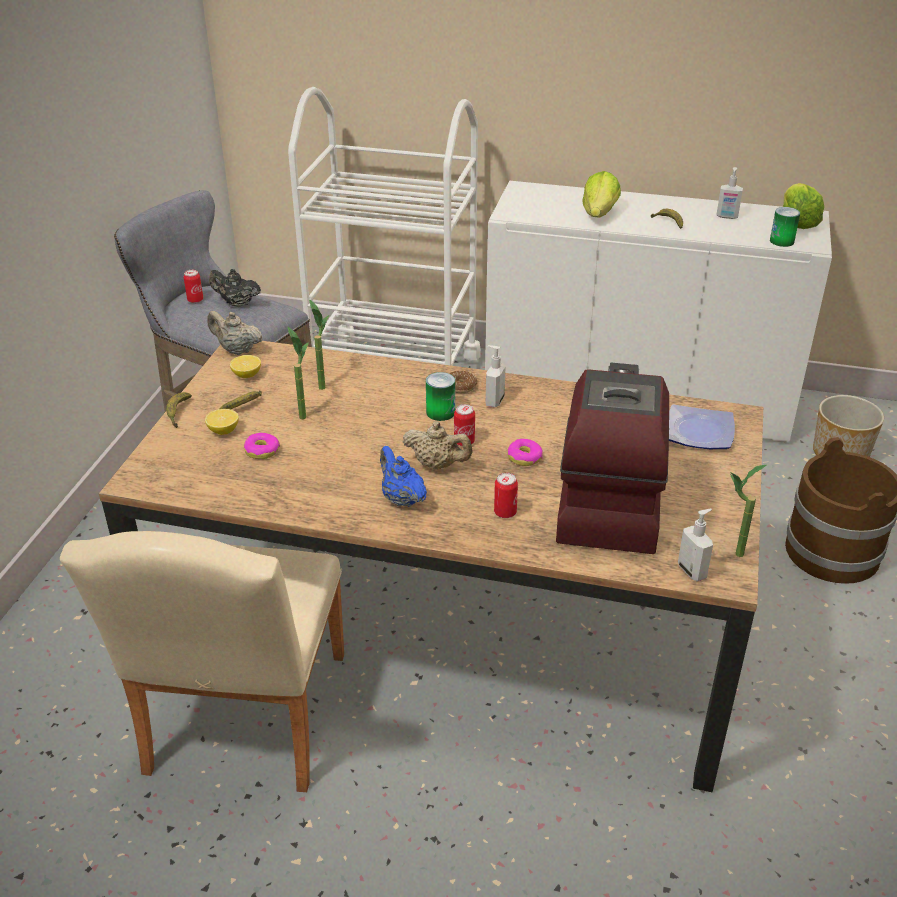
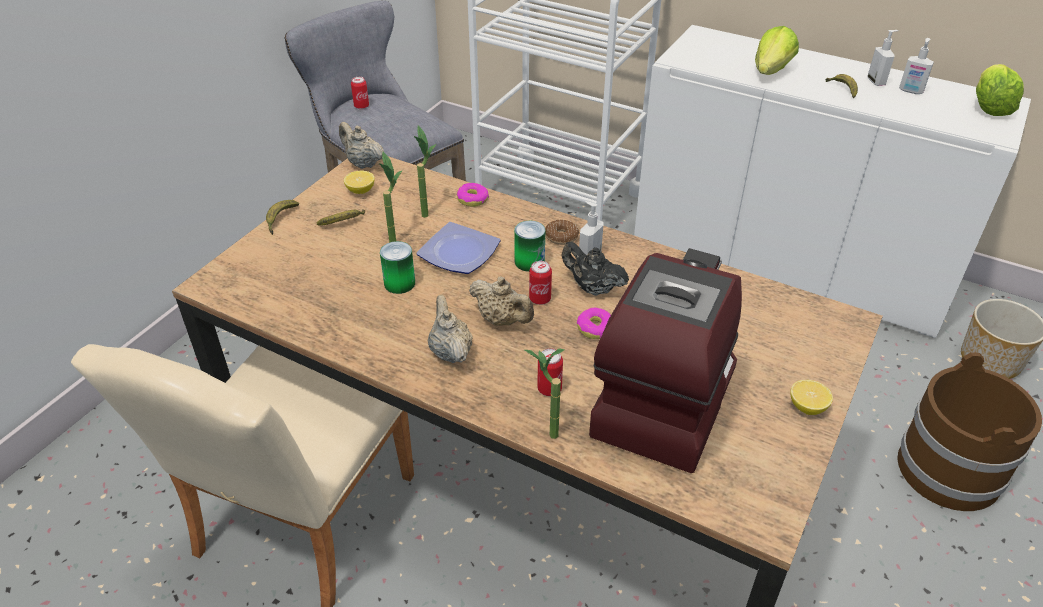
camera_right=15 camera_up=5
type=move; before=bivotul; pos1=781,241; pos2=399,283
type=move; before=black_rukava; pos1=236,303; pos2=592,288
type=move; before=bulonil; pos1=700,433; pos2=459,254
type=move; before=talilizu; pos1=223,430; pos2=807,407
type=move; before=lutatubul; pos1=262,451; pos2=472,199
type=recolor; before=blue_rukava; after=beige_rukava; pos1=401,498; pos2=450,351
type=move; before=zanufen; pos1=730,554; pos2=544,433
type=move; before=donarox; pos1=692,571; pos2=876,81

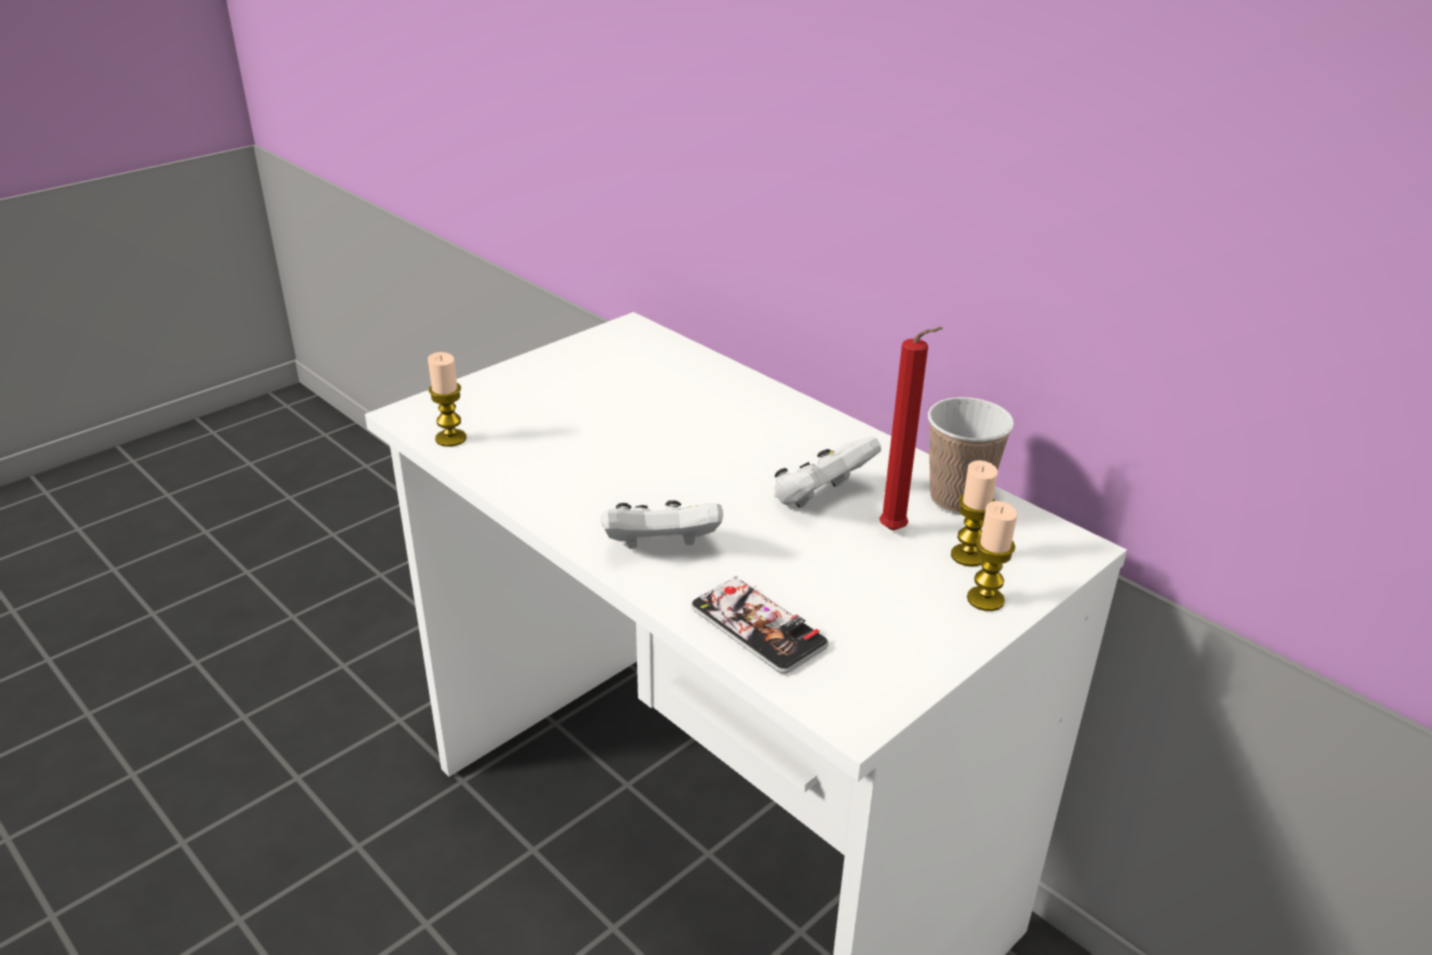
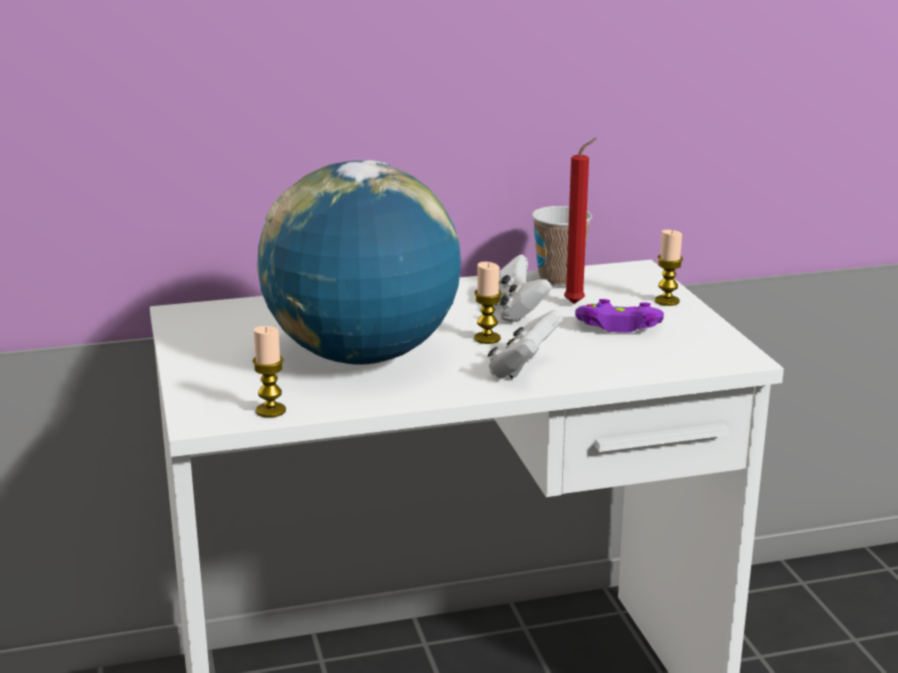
camera_right=-60 camera_up=-10
type=move; before=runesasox; pos1=968,556; pos2=487,338
type=delete; before=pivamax; pos1=758,627
type=insert; after=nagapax; pos2=362,357
type=insert; after=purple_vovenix; pos2=619,327

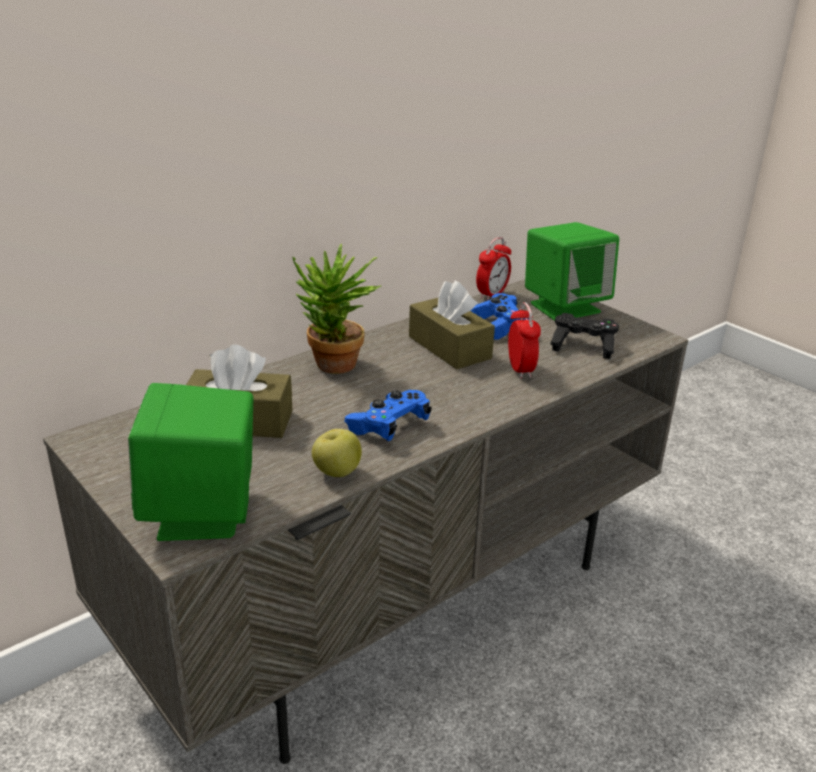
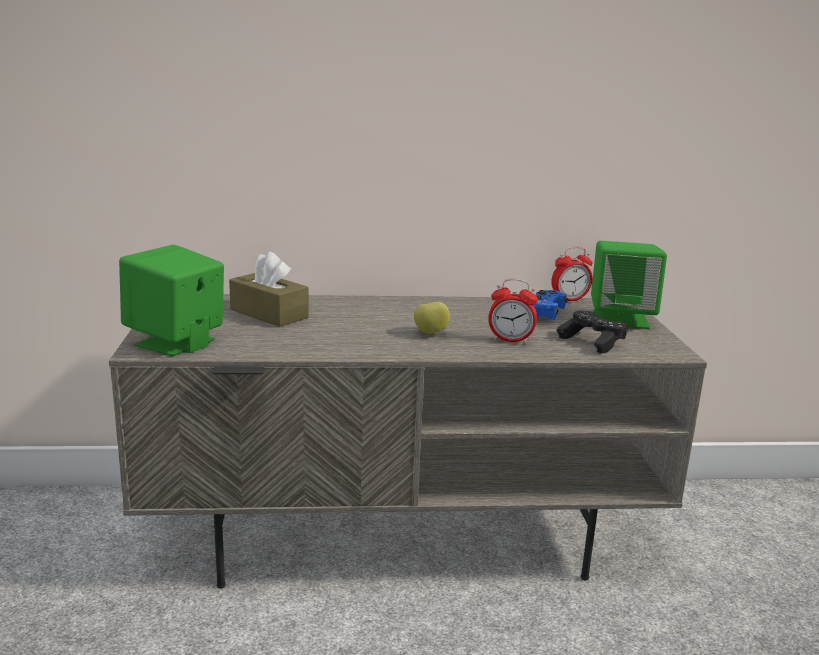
camera_right=35 camera_up=-10
type=delete; before=zanufen; pos1=334,368
type=delete; before=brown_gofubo; pos1=449,347
type=rotate; before=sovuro; pos1=520,370; pos2=510,340; turn=75
type=delete; before=blue_vovenix; pos1=389,426
type=move; before=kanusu; pos1=336,472; pos2=430,333

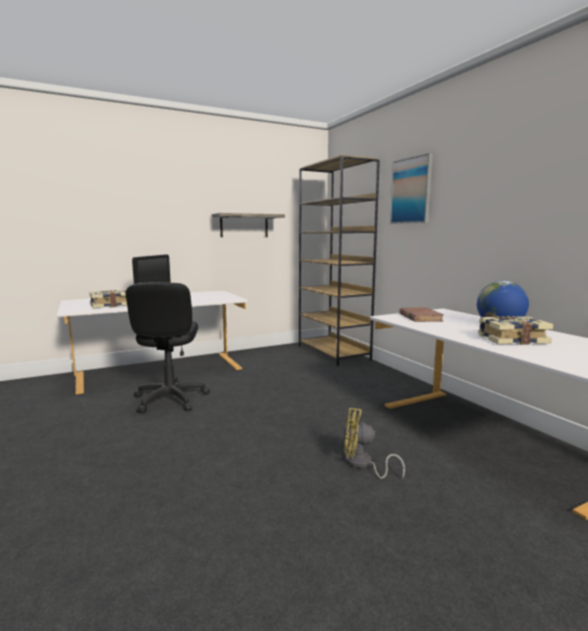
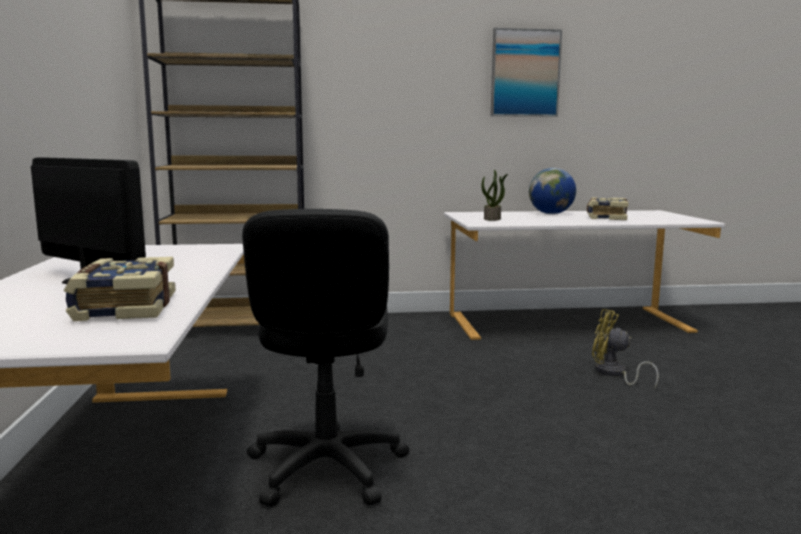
camera_right=-70 camera_up=0
type=move; before=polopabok; pos1=411,191; pos2=525,73
type=delete; before=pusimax; pos1=244,226
type=rotate; before=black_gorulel; pos1=170,399; pos2=326,468; turn=75
type=replace; before=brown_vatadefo; after=zanufen; pos1=420,317; pos2=492,219
type=rotate; before=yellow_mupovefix; pos1=362,464; pos2=614,374; turn=90

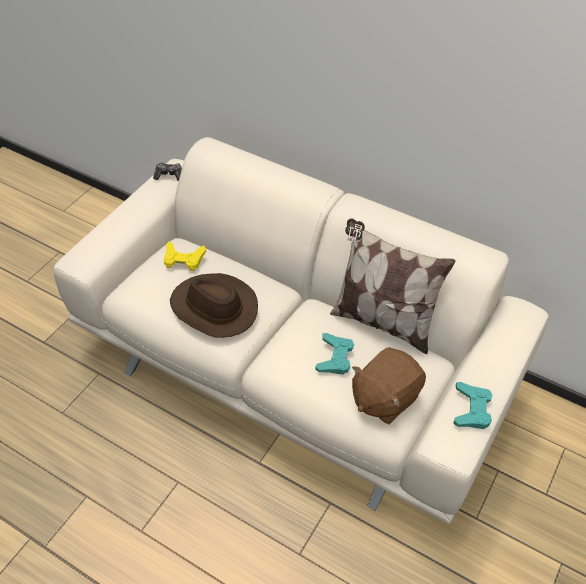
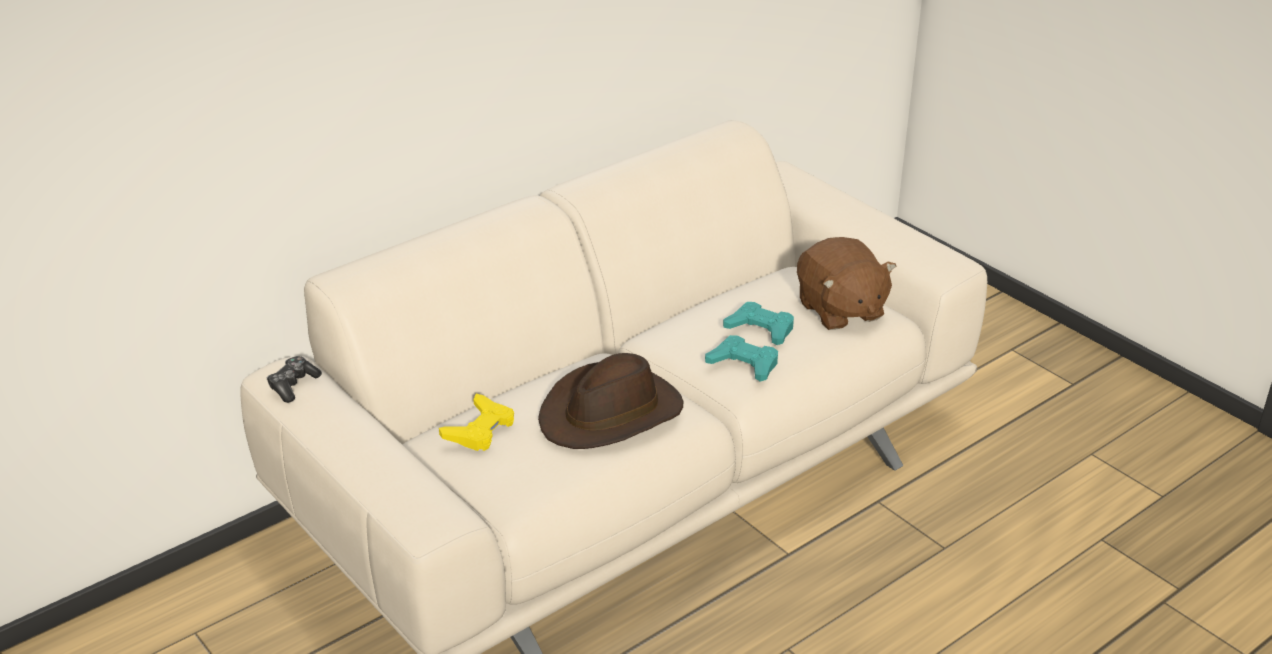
camera_right=-70 camera_up=-15
type=delete; before=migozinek; pos1=382,321
type=move; before=turquoise_vovenix; pos1=472,409; pos2=744,364

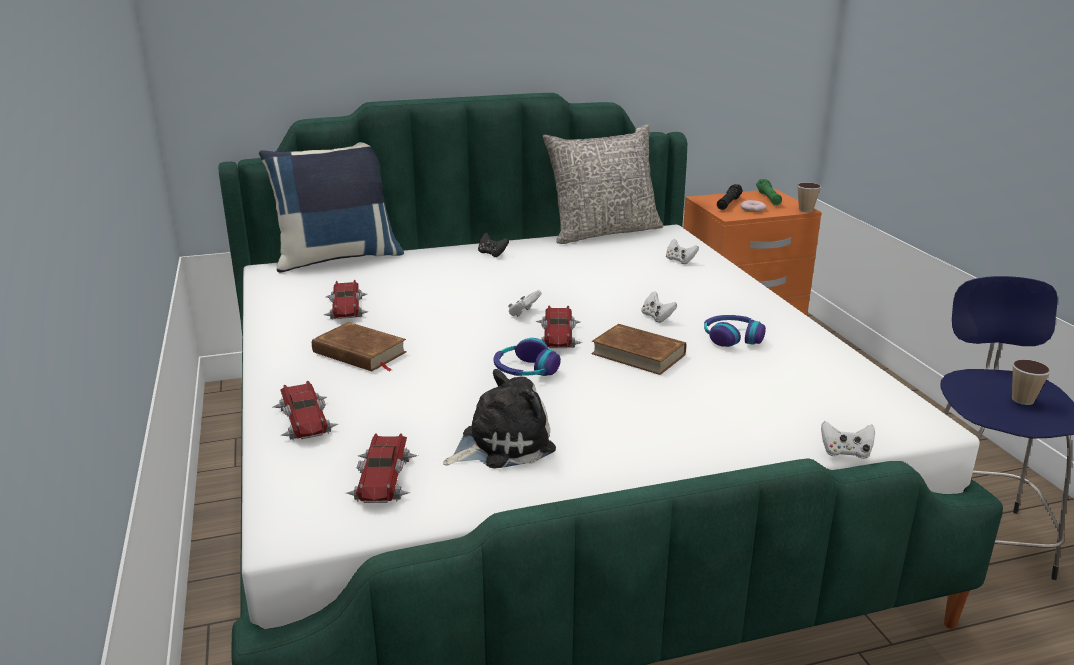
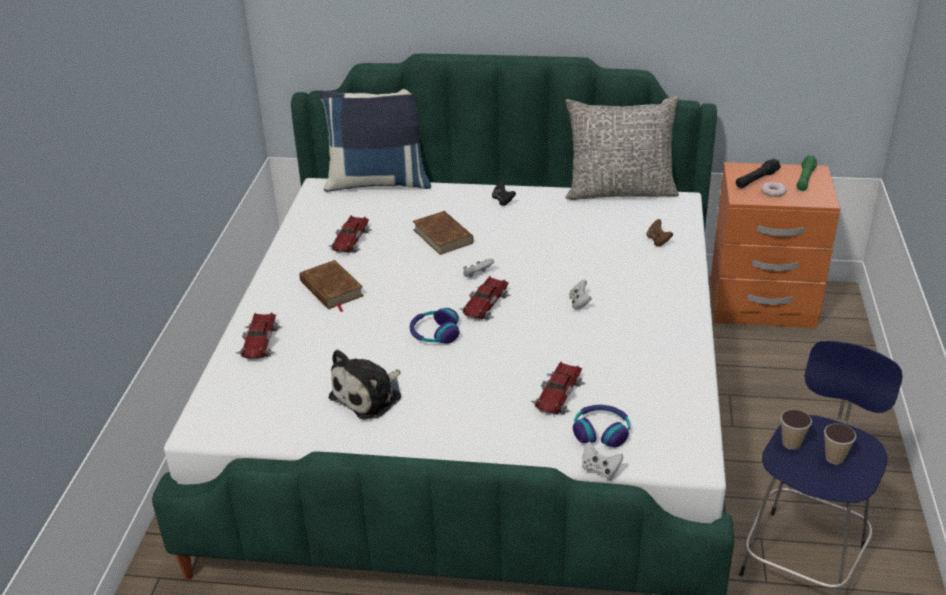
camera_right=25 camera_up=10
type=move; before=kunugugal; pos1=806,210; pos2=791,443
type=recolor; before=white_vovenix; after=brown_vovenix; pos1=680,260; pos2=658,241
type=move; before=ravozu; pos1=732,338; pos2=601,432
type=move; before=brown_vatadefo; pos1=638,354; pos2=443,236
type=rotate; before=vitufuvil; pos1=501,444; pos2=369,396; turn=135
type=move; before=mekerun; pos1=384,478; pos2=559,395

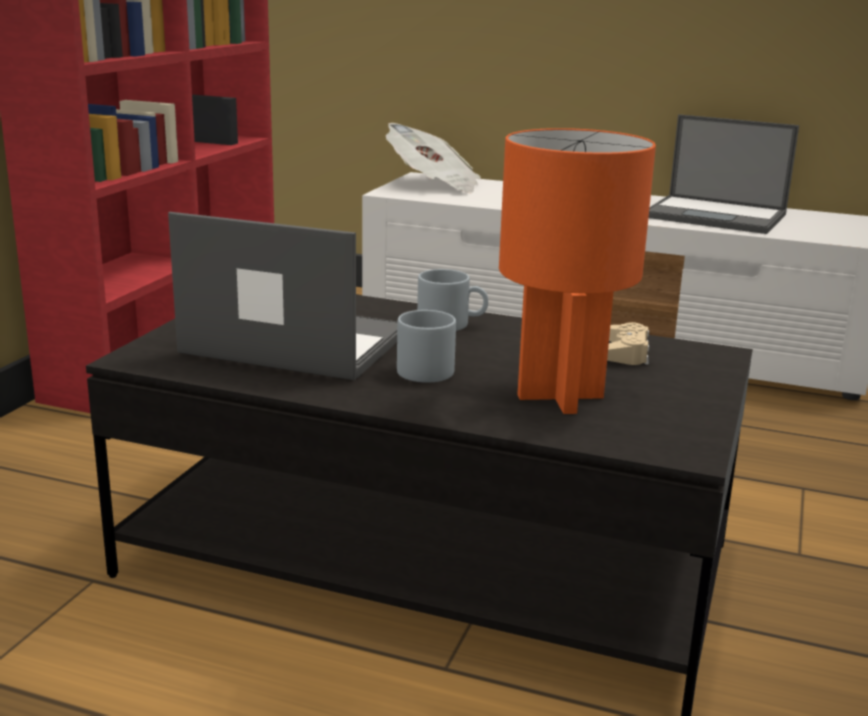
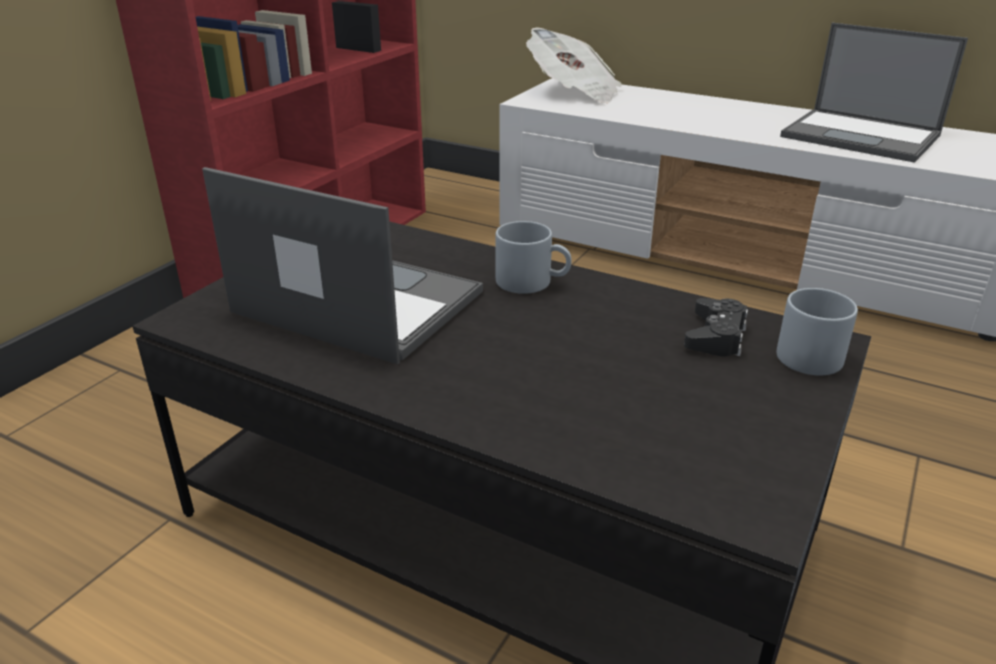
camera_right=10 camera_up=10
type=delete; before=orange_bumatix; pos1=558,396
type=move; before=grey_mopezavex; pos1=428,368; pos2=811,352
type=recolor; before=beige_vovenix; after=black_vovenix; pos1=624,353; pos2=715,336

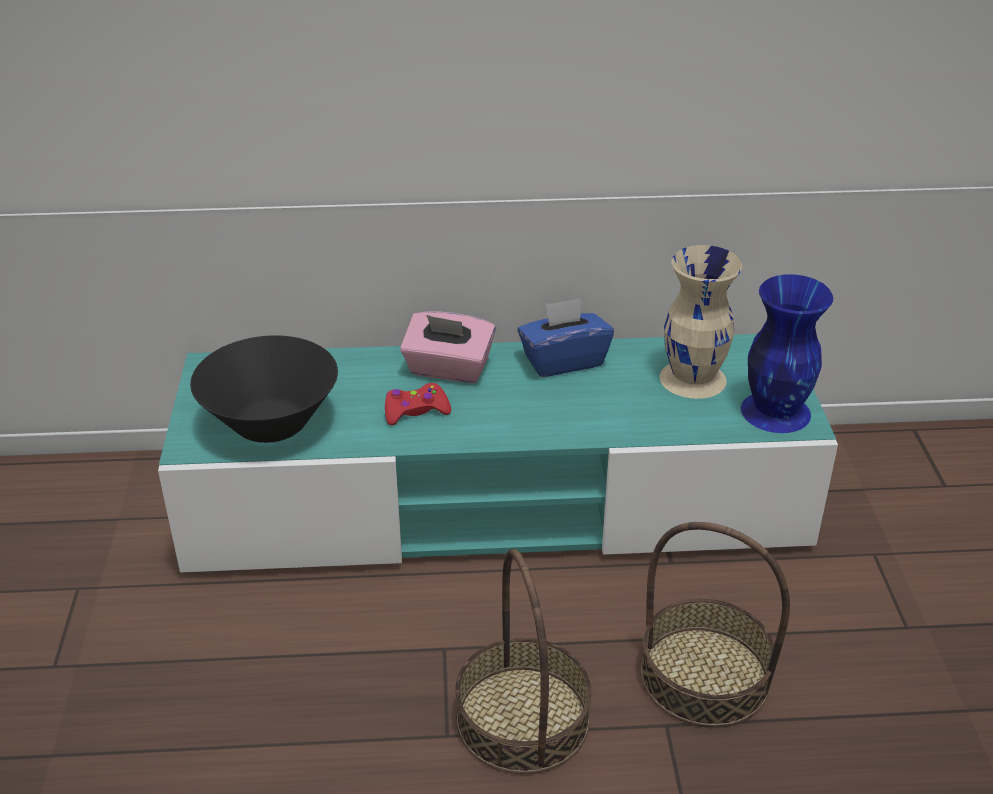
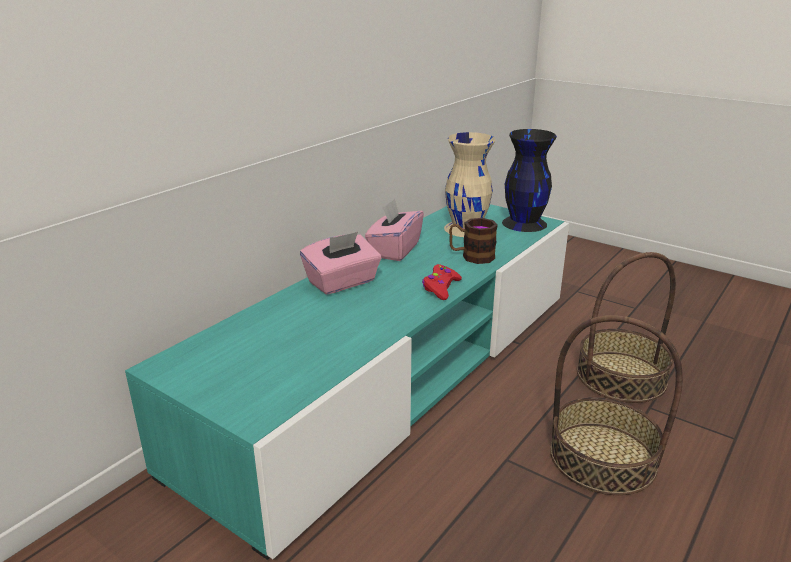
camera_right=-50 camera_up=-10
type=recolor; before=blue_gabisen; after=black_gabisen; pos1=775,410; pos2=523,223
type=recolor; before=blue_gofubo; after=pink_gofubo; pos1=563,361; pos2=394,250
type=delete; before=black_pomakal; pos1=270,424
type=move; before=red_vovenix; pos1=415,411; pos2=441,288
type=insert; after=mopezavex; pos2=471,256

